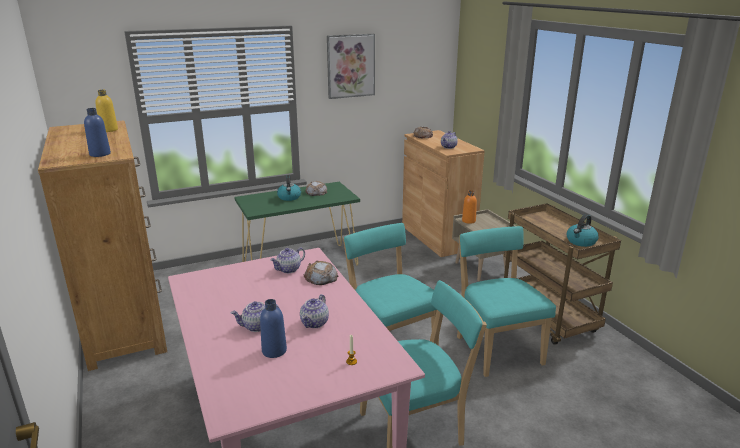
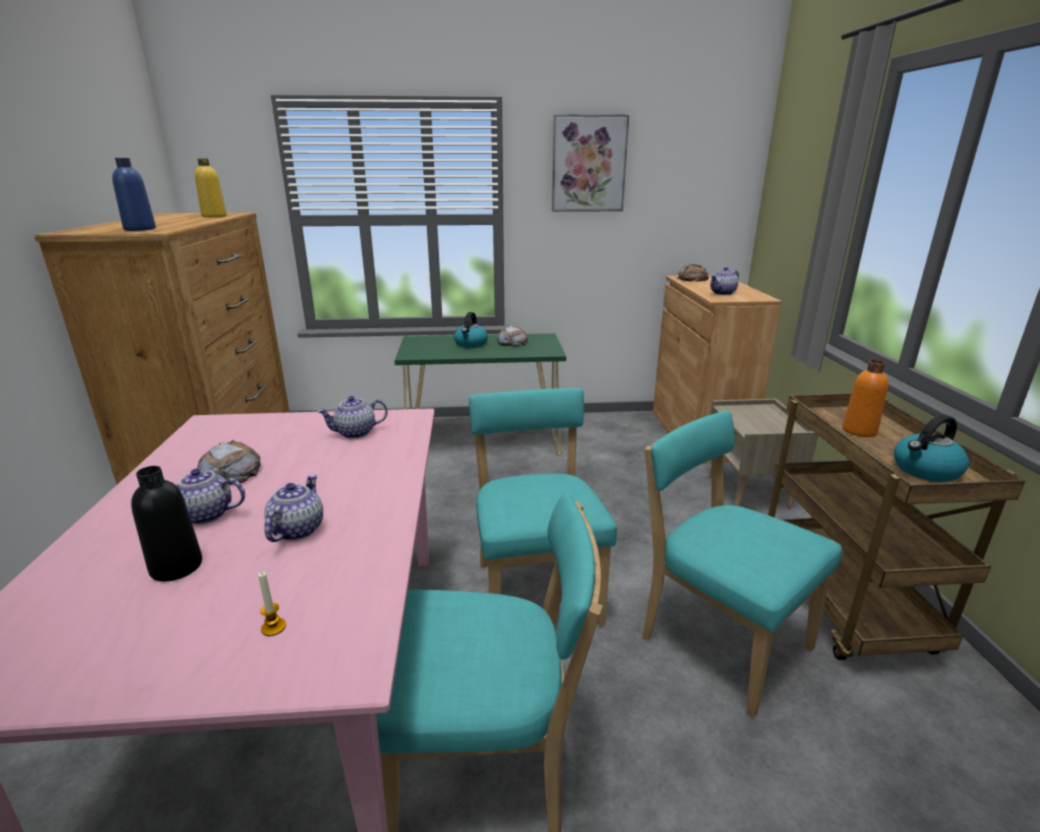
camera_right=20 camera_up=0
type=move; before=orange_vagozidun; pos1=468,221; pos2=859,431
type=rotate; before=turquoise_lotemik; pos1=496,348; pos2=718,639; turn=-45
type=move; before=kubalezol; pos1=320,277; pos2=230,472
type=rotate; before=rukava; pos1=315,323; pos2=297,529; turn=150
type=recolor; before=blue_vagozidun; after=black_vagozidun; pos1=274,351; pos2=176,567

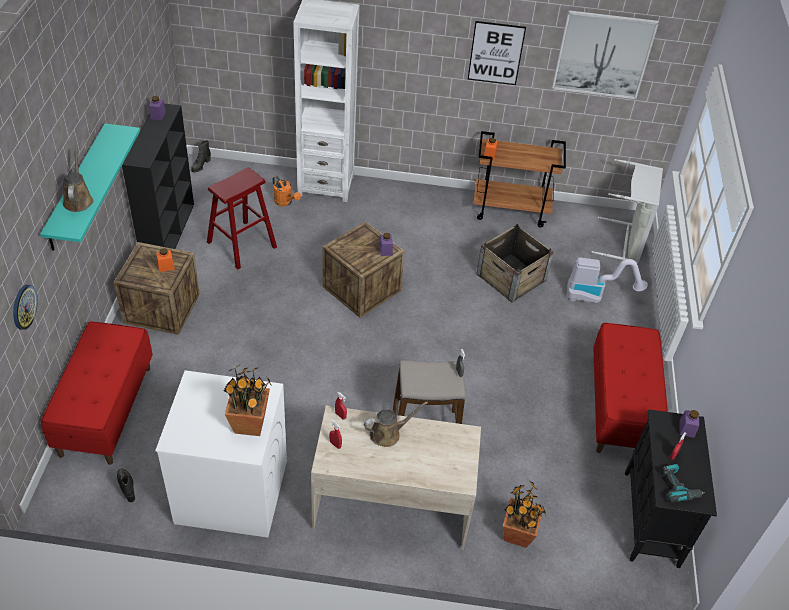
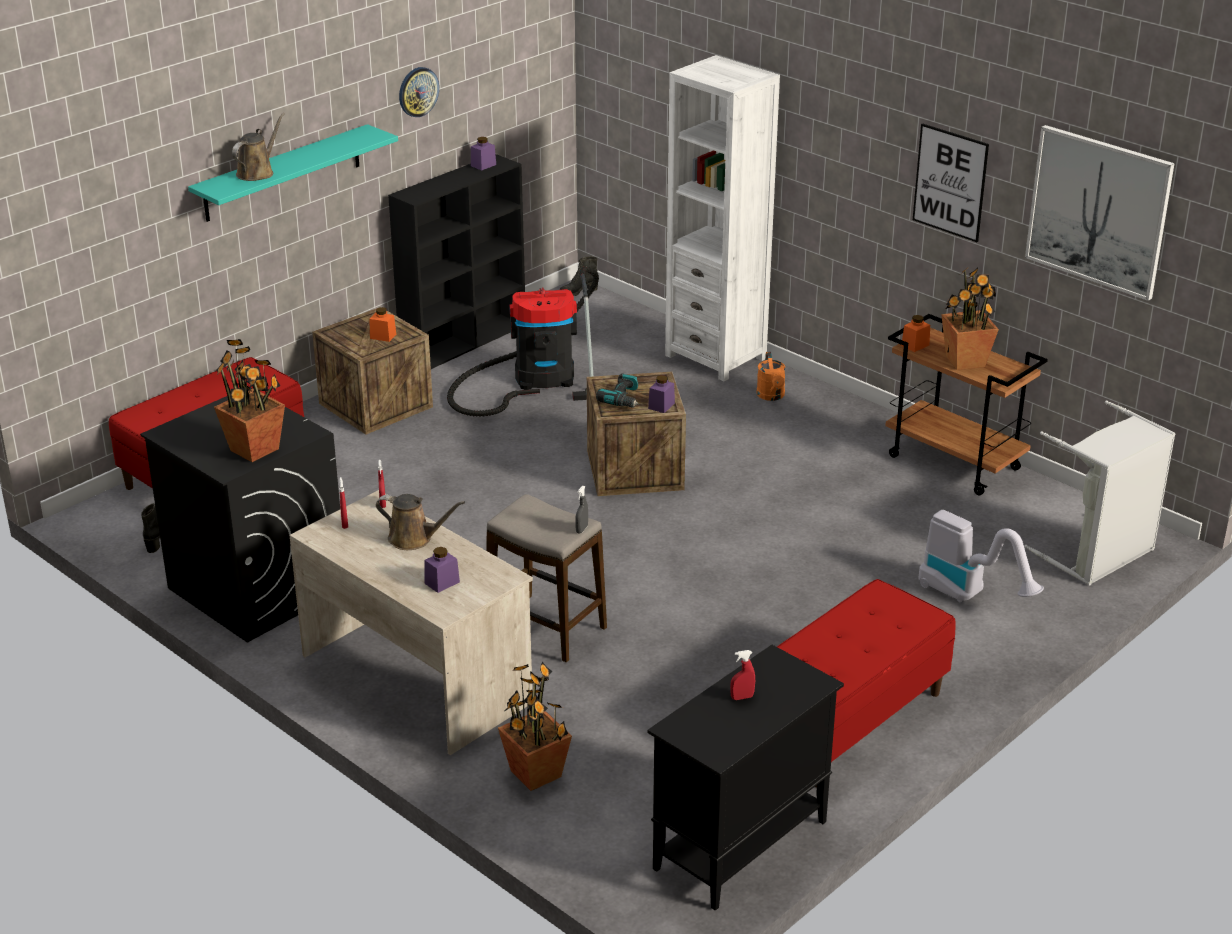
camera_right=40 camera_up=-15
type=replace; before=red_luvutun; after=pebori; pos1=242,244; pos2=537,379
type=move; before=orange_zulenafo; pos1=285,202; pos2=771,396
type=delete; before=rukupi; pos1=511,277
type=move; before=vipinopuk; pos1=23,307; pos2=418,91
type=recolor; before=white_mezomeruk; after=black_mezomeruk; pos1=231,491; pos2=256,588
type=move; before=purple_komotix; pos1=686,429; pos2=442,582
type=move; before=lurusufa; pos1=678,487; pos2=623,399
type=insert; after=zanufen; pos2=966,361

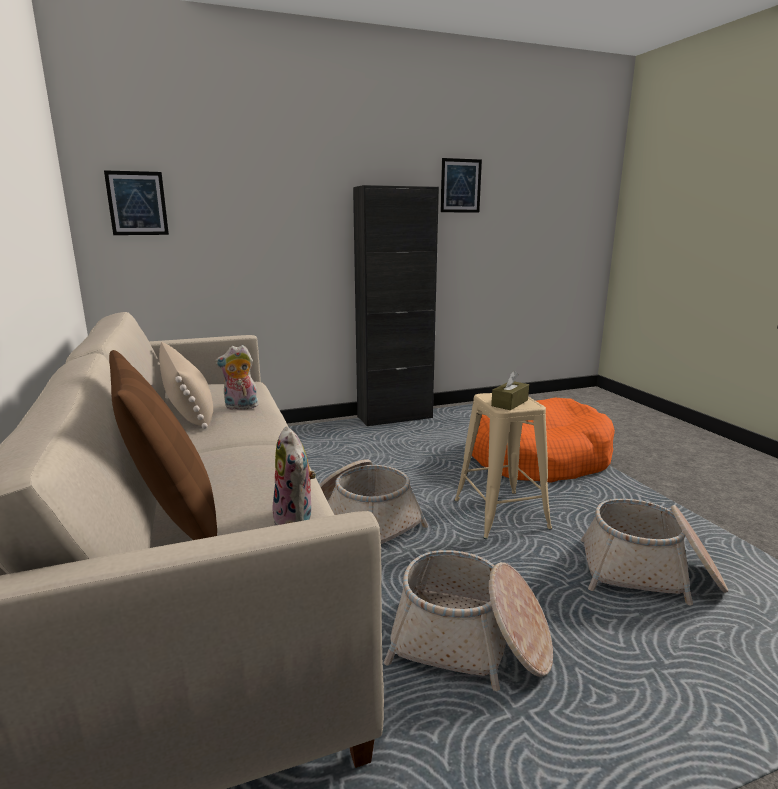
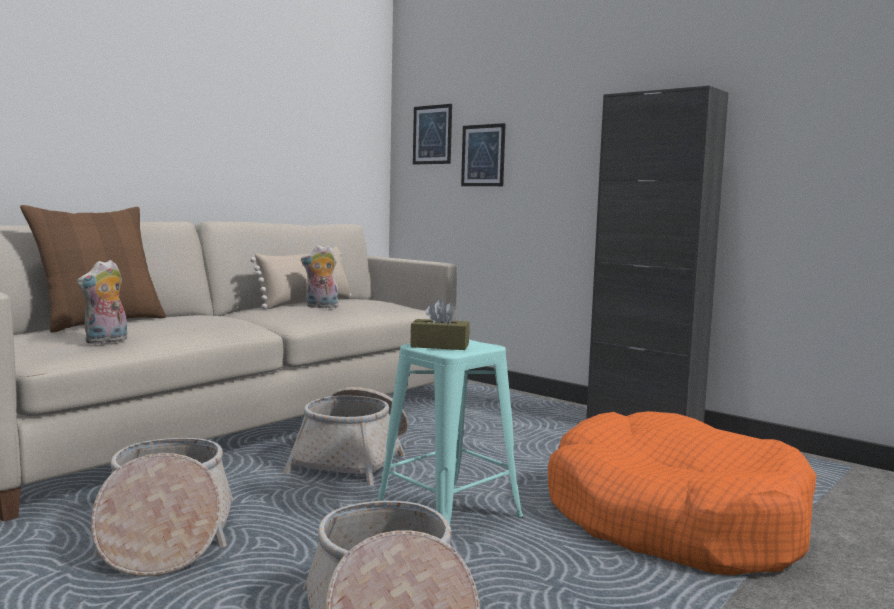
camera_right=60 camera_up=-10
type=move; before=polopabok; pos1=460,186; pos2=483,155
type=rotate; before=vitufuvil; pos1=240,407; pos2=321,307; turn=-60
type=recolor; before=beige_luvutun; after=turquoise_luvutun; pos1=500,515; pos2=448,518

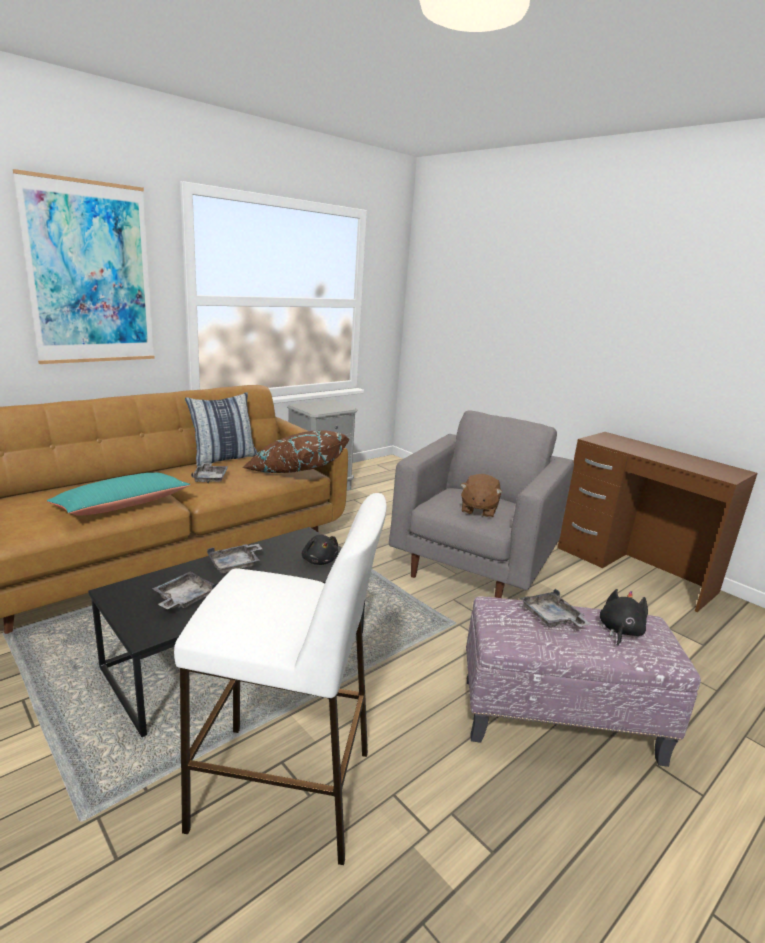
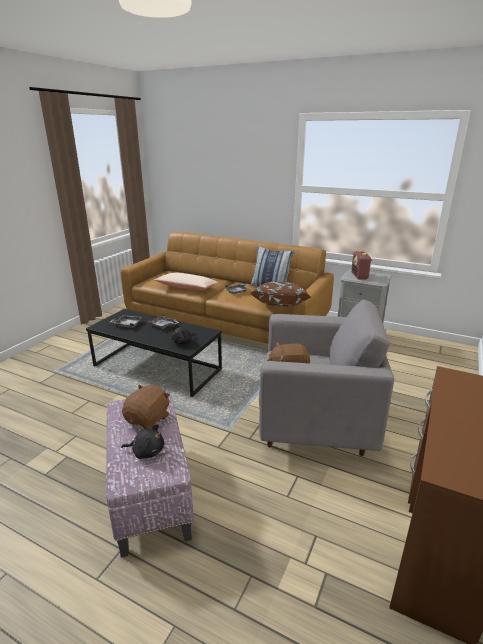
camera_right=70 camera_up=5
type=delete; before=polopabok; pos1=90,274
type=recolor; before=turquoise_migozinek; after=beige_migozinek; pos1=122,505; pos2=186,288
type=delete; before=white_luvutun; pos1=284,789
type=replace; before=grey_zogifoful; after=brown_vitufuvil; pos1=551,618; pos2=148,419
type=insert; after=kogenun; pos2=359,276

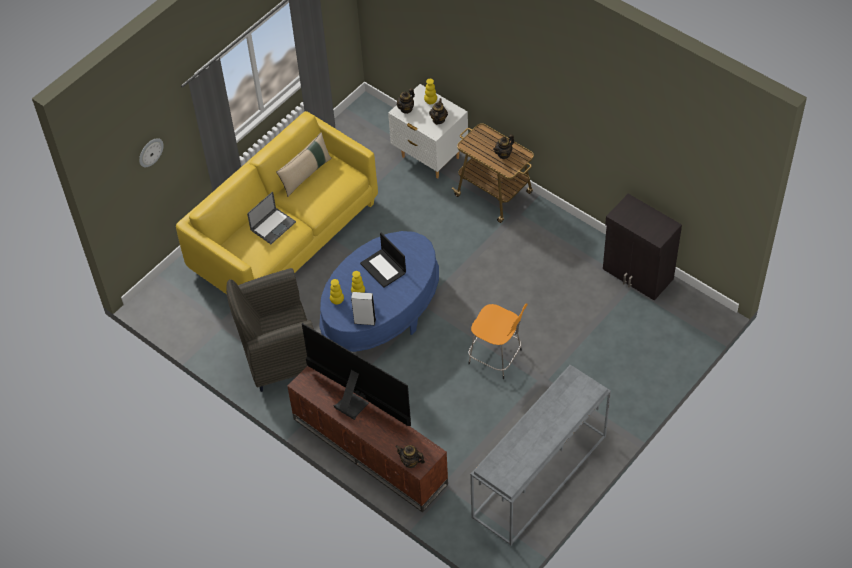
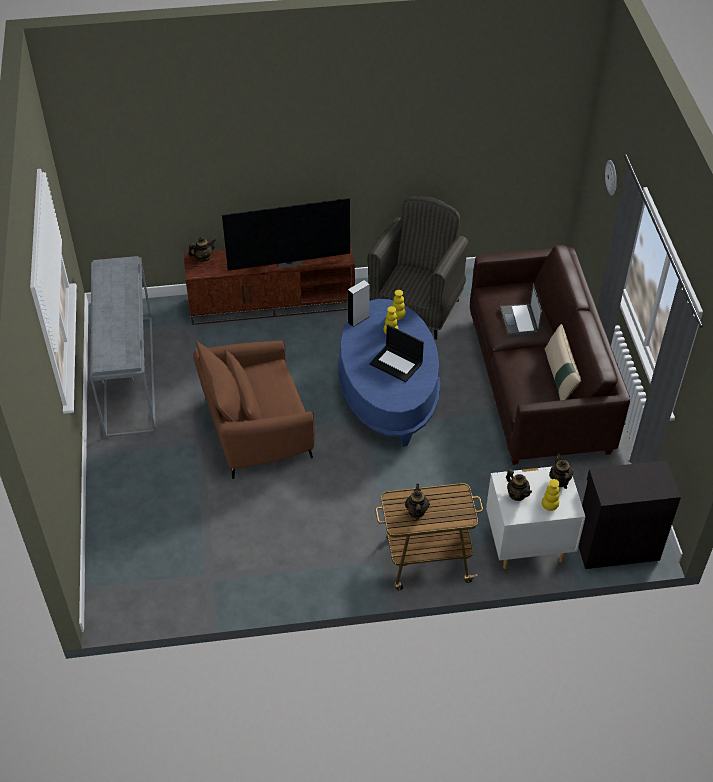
camera_right=130 camera_up=-5
type=recolor; before=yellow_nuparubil; after=brown_nuparubil; pos1=285,236; pos2=538,384
type=move; before=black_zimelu; pos1=637,275; pos2=616,546
type=rotate; before=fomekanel; pos1=384,268; pos2=397,363; turn=-150
type=replace; before=orange_luvutun; after=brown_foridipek; pos1=497,357; pos2=255,428

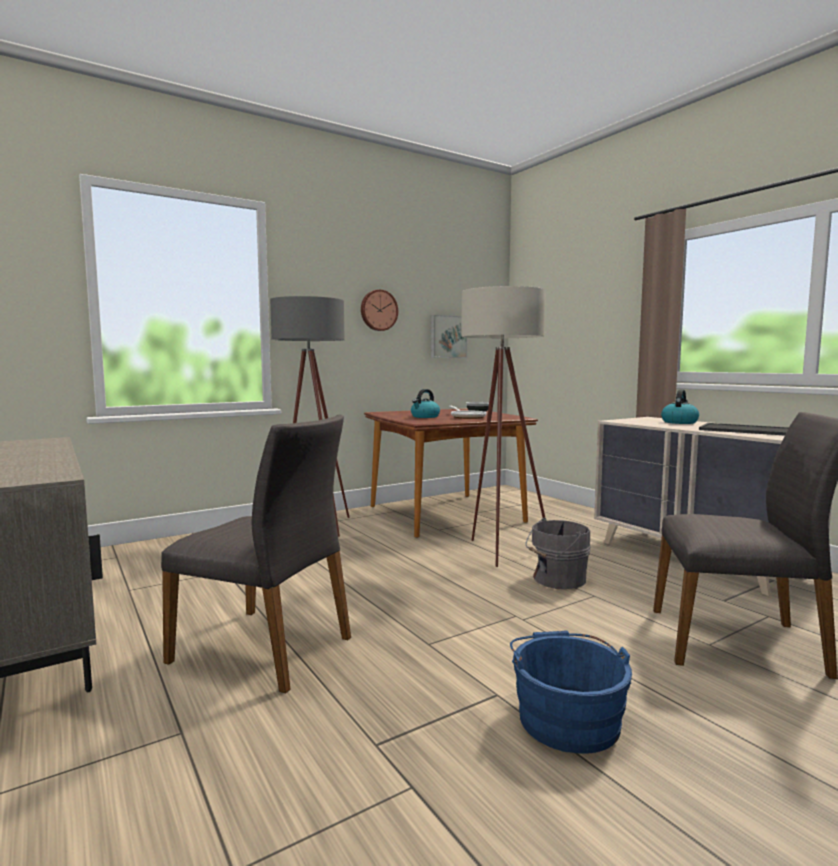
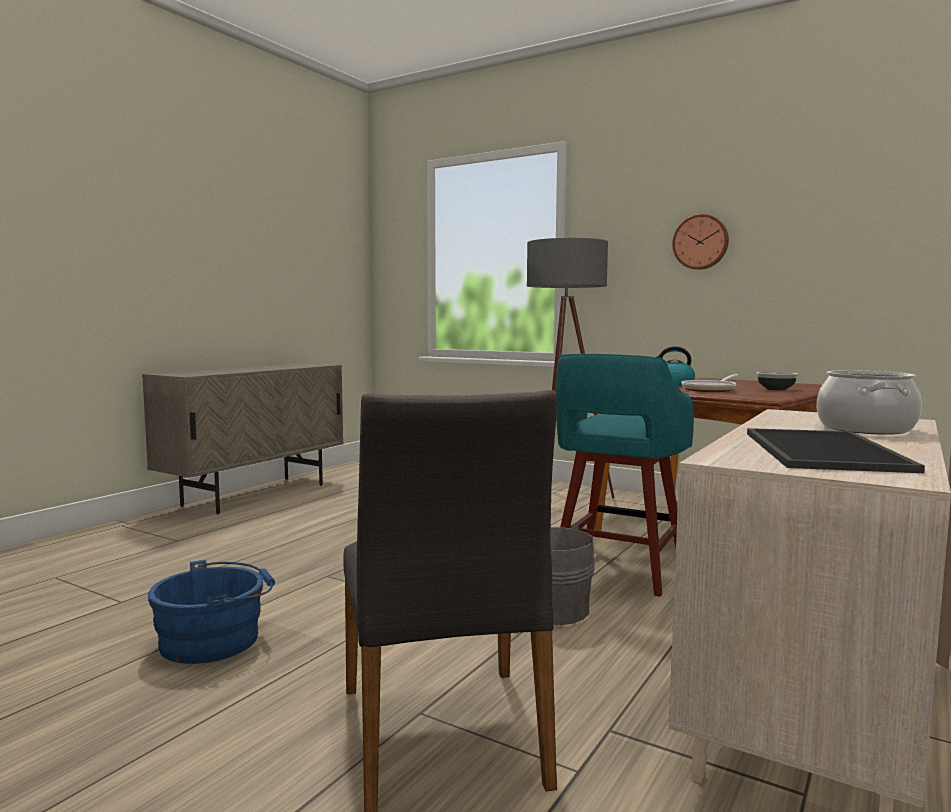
camera_right=65 camera_up=0
type=replace; before=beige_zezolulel; after=turquoise_luvutun; pos1=499,549; pos2=617,569
type=delete; before=polopabok; pos1=447,337
type=replace; before=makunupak; after=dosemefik; pos1=679,422; pos2=864,429
type=delete; before=grey_lotemik; pos1=265,648

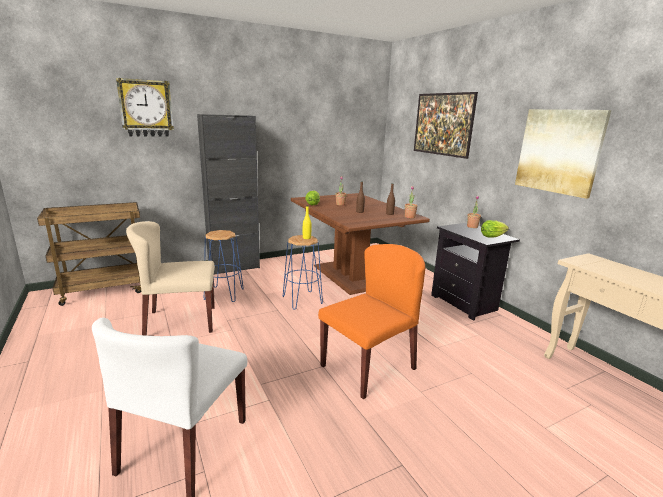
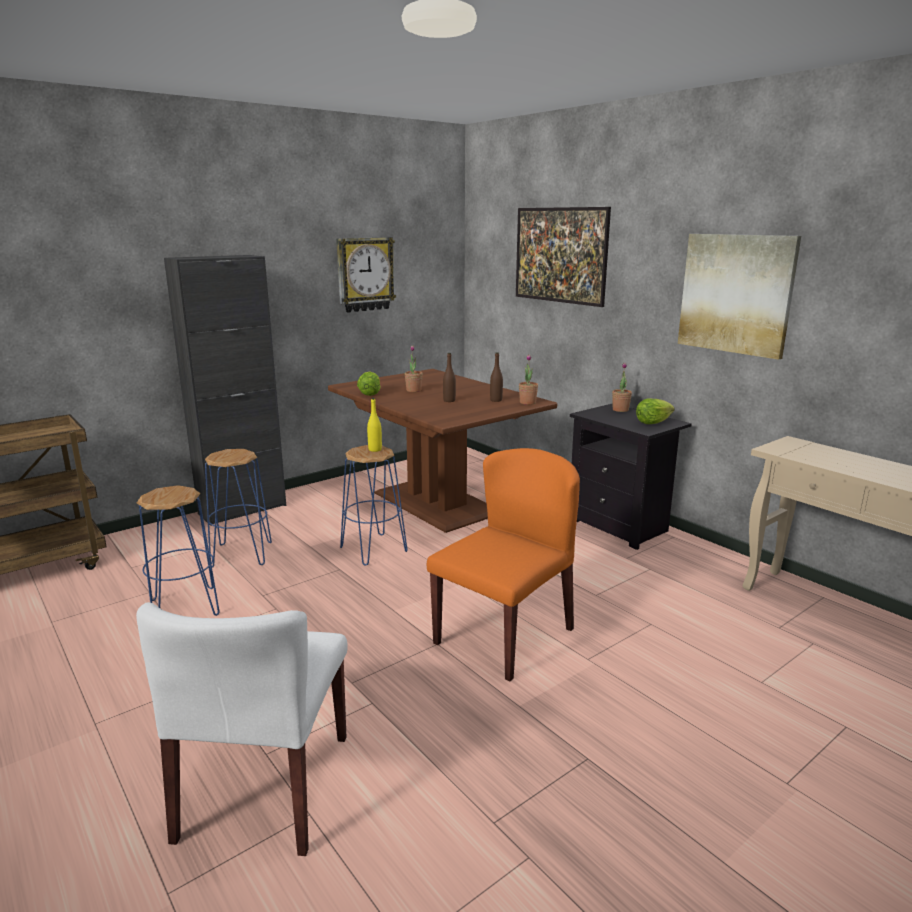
camera_right=-10 camera_up=0
type=move; before=vipinopuk; pos1=146,108; pos2=365,274
type=replace; before=beige_lotemik; after=blue_luvutun; pos1=180,322; pos2=184,607

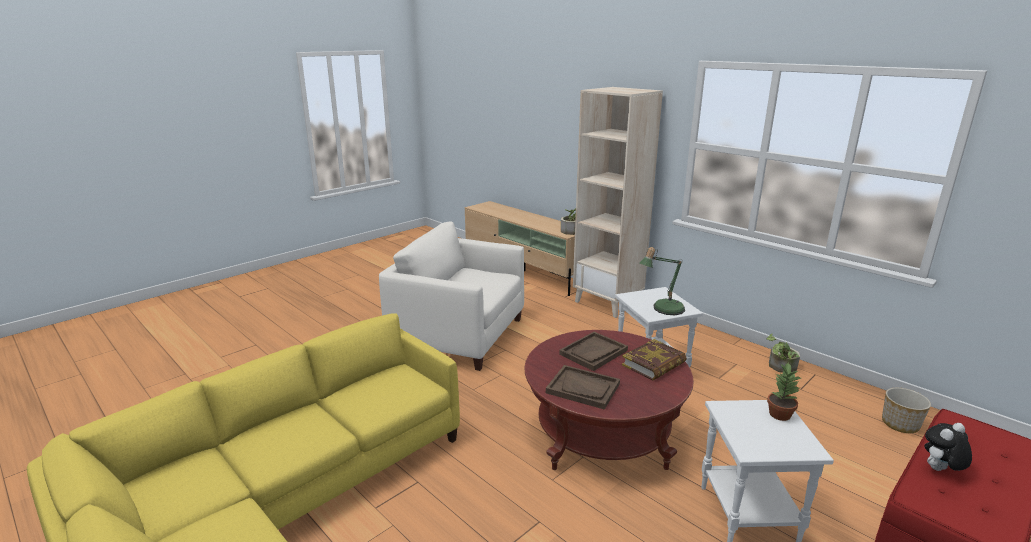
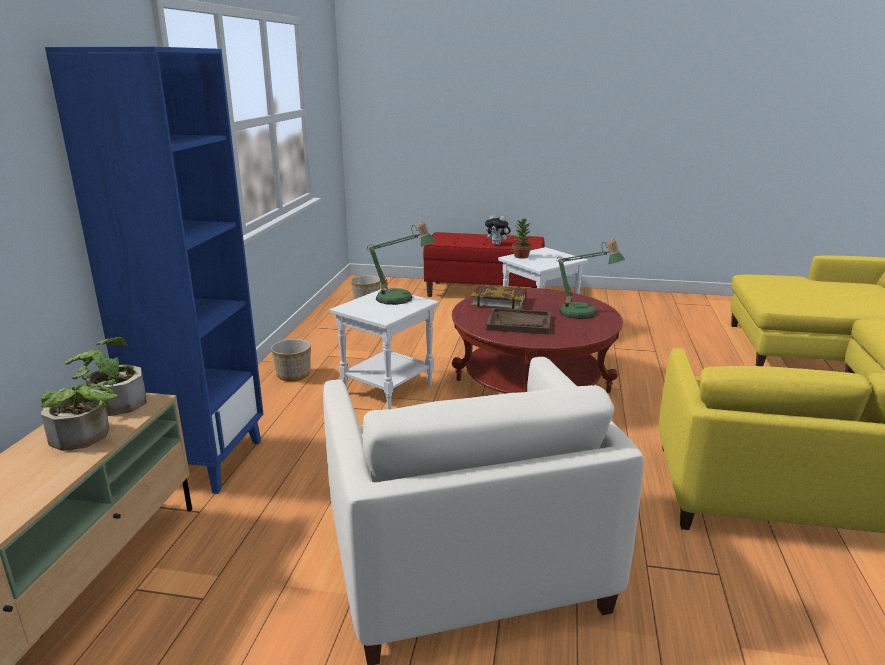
camera_right=-125 camera_up=0
type=recolor; before=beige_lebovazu; after=blue_lebovazu; pos1=608,303; pos2=204,461
type=move; before=zanufen; pos1=780,367; pos2=86,437
type=replace; before=brown_zogifoful; after=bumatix; pos1=583,388; pos2=583,314
type=insert; after=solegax; pos2=294,375

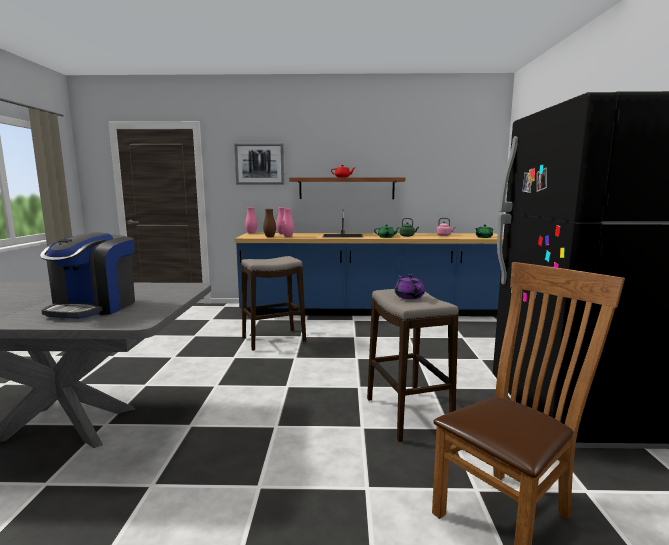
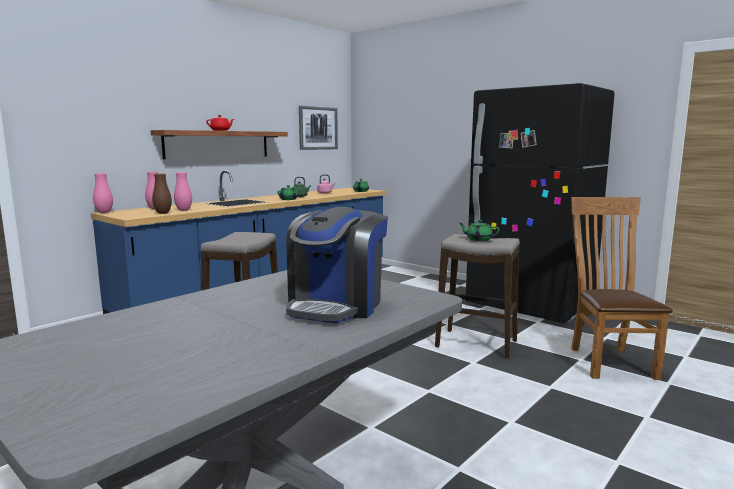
camera_right=-50 camera_up=0
type=move; before=polopabok; pos1=259,164; pos2=318,128
type=rotate; before=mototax; pos1=95,307; pos2=336,306; turn=60
type=recolor; before=purple_rukava; after=green_rukava; pos1=409,296; pos2=478,239

